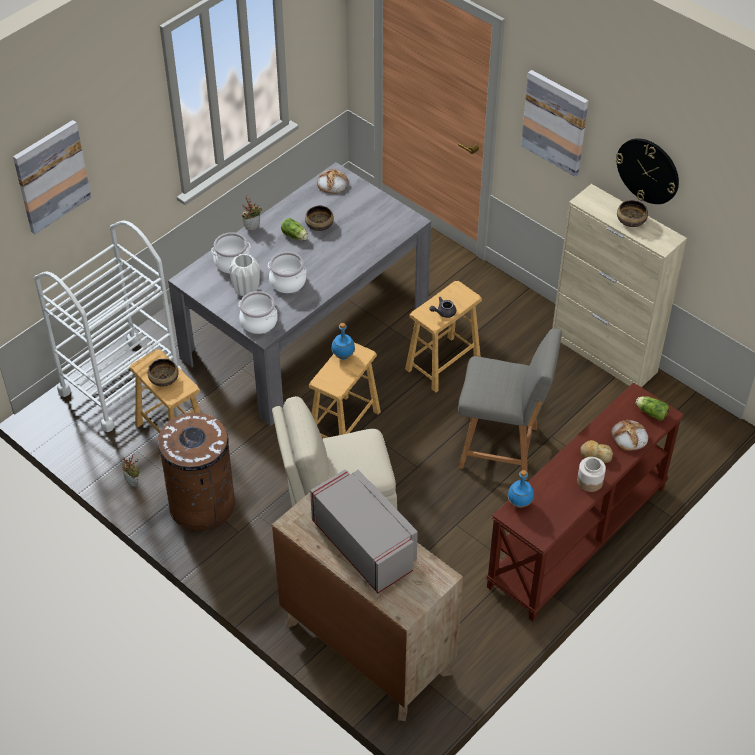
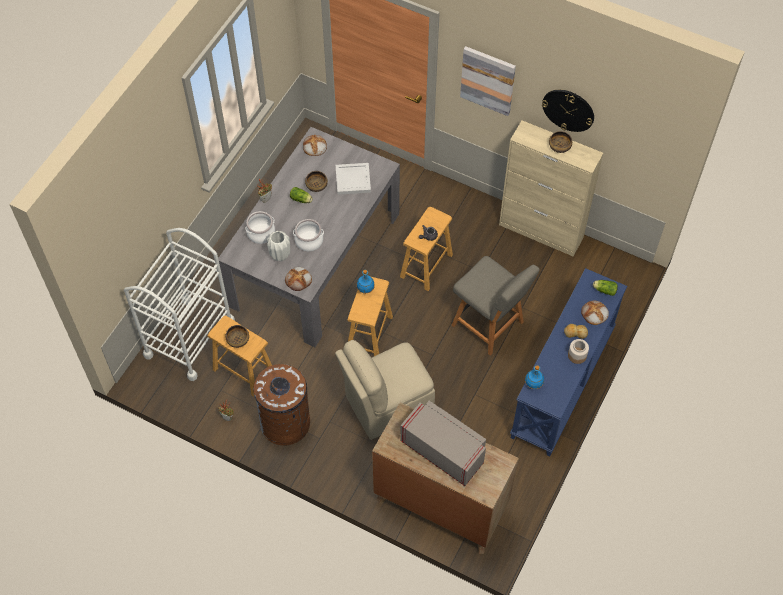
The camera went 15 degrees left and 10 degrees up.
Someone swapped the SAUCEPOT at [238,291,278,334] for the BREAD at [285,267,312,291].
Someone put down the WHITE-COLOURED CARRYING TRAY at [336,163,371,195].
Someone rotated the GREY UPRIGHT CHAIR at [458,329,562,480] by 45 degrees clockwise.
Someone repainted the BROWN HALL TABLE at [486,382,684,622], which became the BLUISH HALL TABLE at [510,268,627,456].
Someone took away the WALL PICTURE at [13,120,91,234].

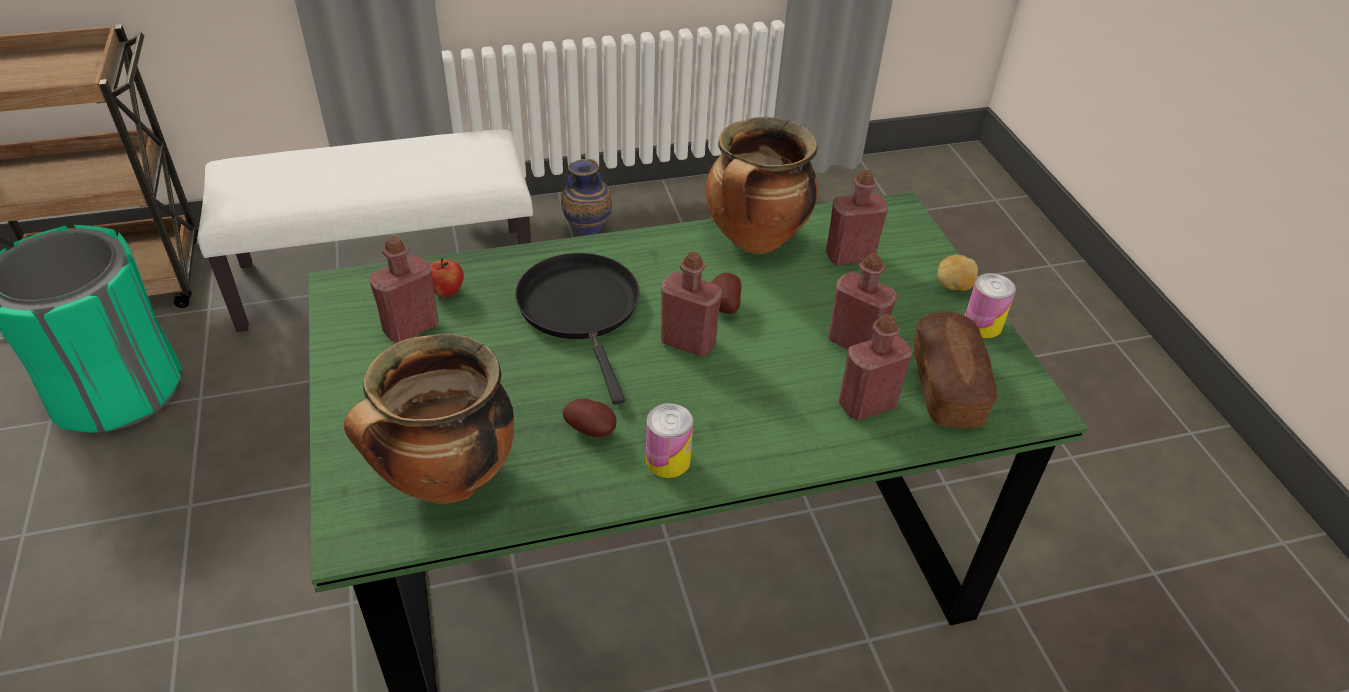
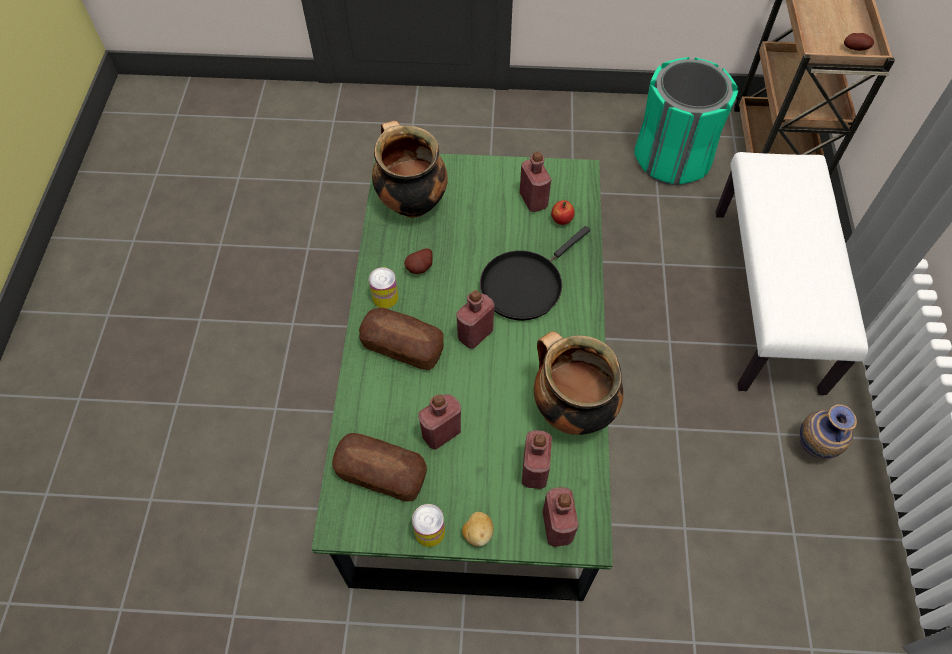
The camera went 110 degrees right and 15 degrees up.
Someone put down the BREAD at [359,308,444,370].
Someone rotated the BLACK-COLOURED FRYING PAN at [515,253,639,404] by 135 degrees clockwise.
Someone carried the REDDISH BEVERAGE BOTTLE from [839,314,912,421] to [543,487,579,547].
Someone carried the SPUD from [711,273,741,314] to [844,33,874,51].

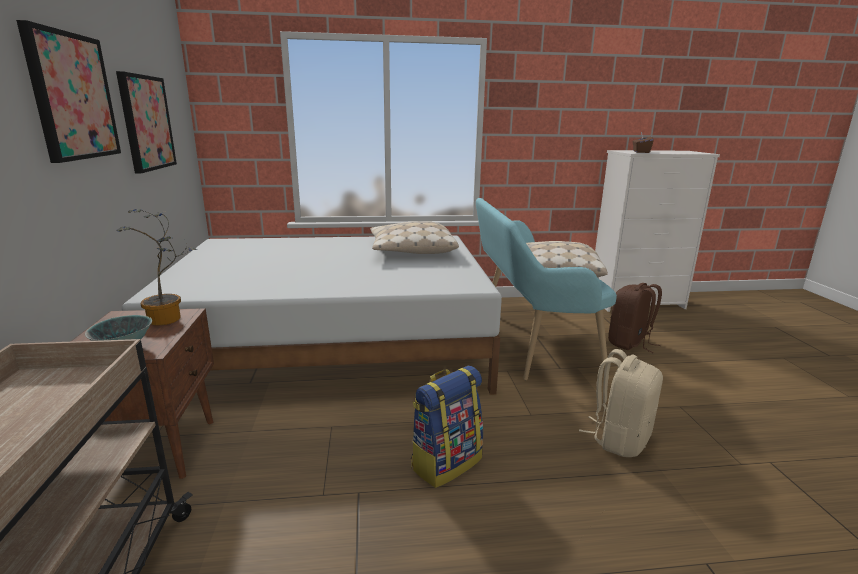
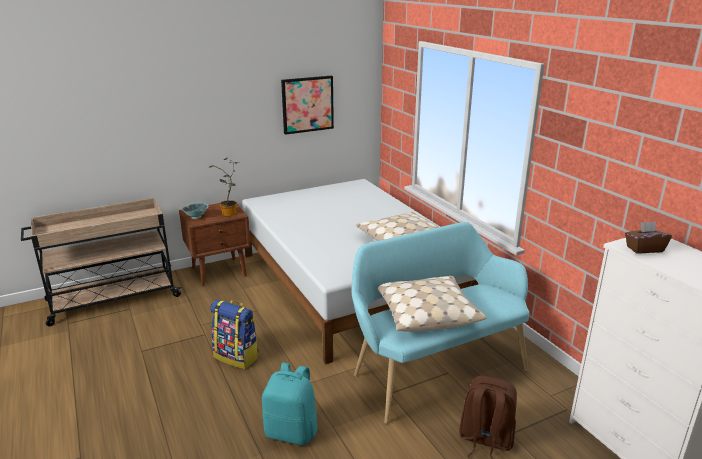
The camera went 70 degrees right and 5 degrees up.
Someone repainted the BEIGE RUCKSACK at [579,349,663,457], which became the TURQUOISE RUCKSACK at [262,363,317,445].
Someone took away the WALL PICTURE at [16,20,121,163].

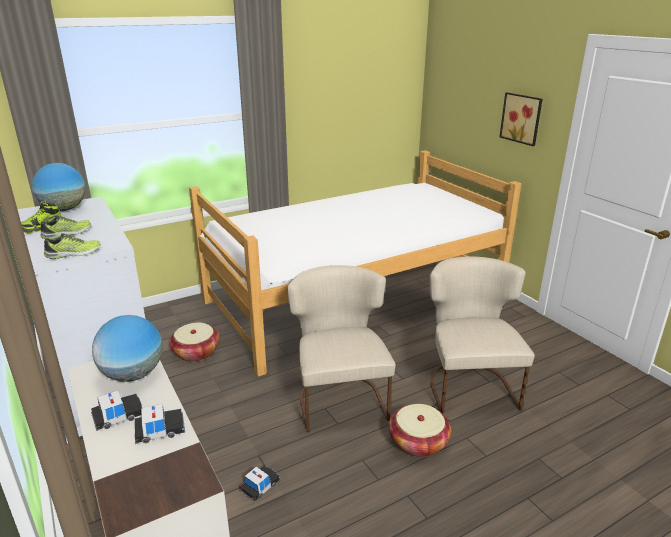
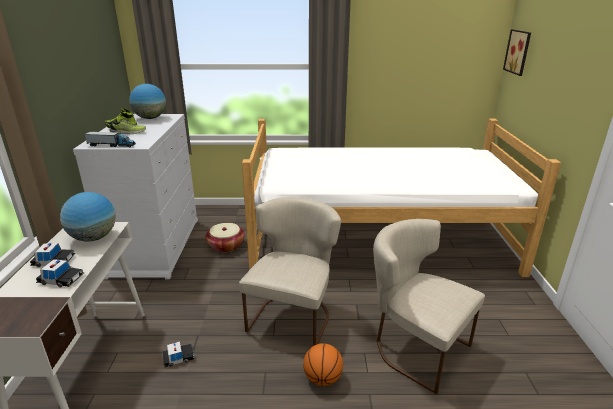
The camera went 30 degrees right and 0 degrees up.
Someone swapped the SHOE at [44,233,100,259] for the TOY TRUCK at [85,132,136,147].
Someone swapped the HOUSEHOLD BASKET at [389,404,451,457] for the BASKETBALL BALL at [303,343,343,386].
Someone rotated the BEIGE UPRIGHT CHAIR at [430,256,535,414] by 75 degrees counterclockwise.
Someone carried the WALL PICTURE from [500,92,542,146] to [503,29,531,76].

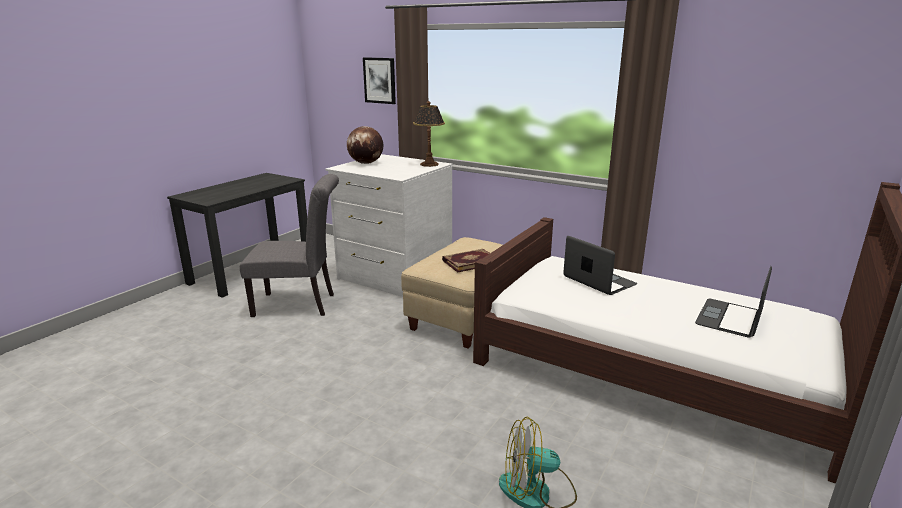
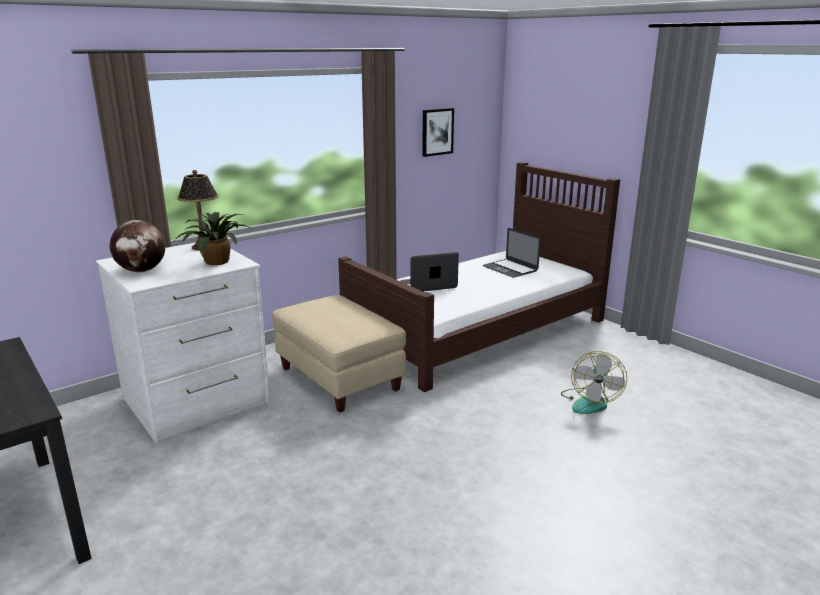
The camera went 70 degrees left and 0 degrees up.
Someone put down the POTTED PLANT at [173,212,251,265].
Someone carried the WALL PICTURE from [363,57,396,104] to [422,108,454,157].
Someone took away the GREY UPRIGHT CHAIR at [240,174,339,317].
Someone took away the VOLUME at [442,249,490,273].

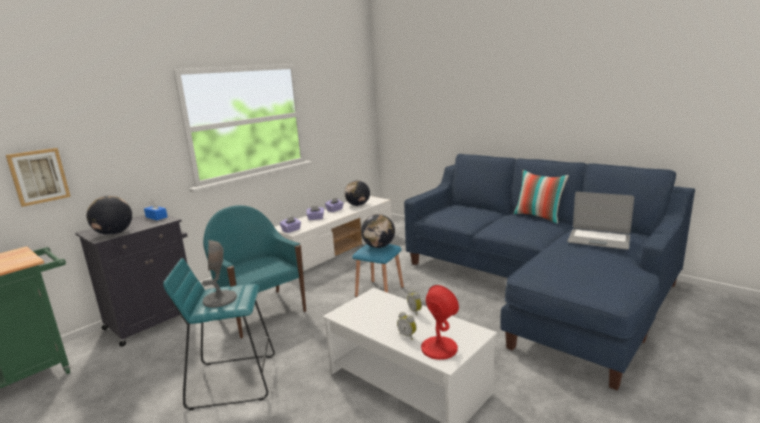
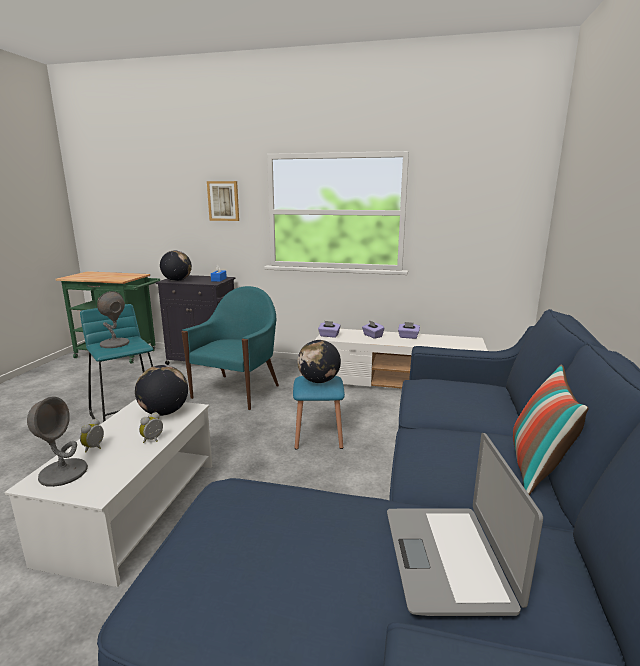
The camera went 60 degrees right and 0 degrees up.
Someone repainted the REDDISH TABLETOP LAMP at [421,285,459,360], which became the GREY TABLETOP LAMP at [27,396,88,487].
Someone carried the GLOBE from [344,180,370,206] to [135,365,188,416].
Someone carried the WALL PICTURE from [6,148,71,207] to [207,181,239,221].

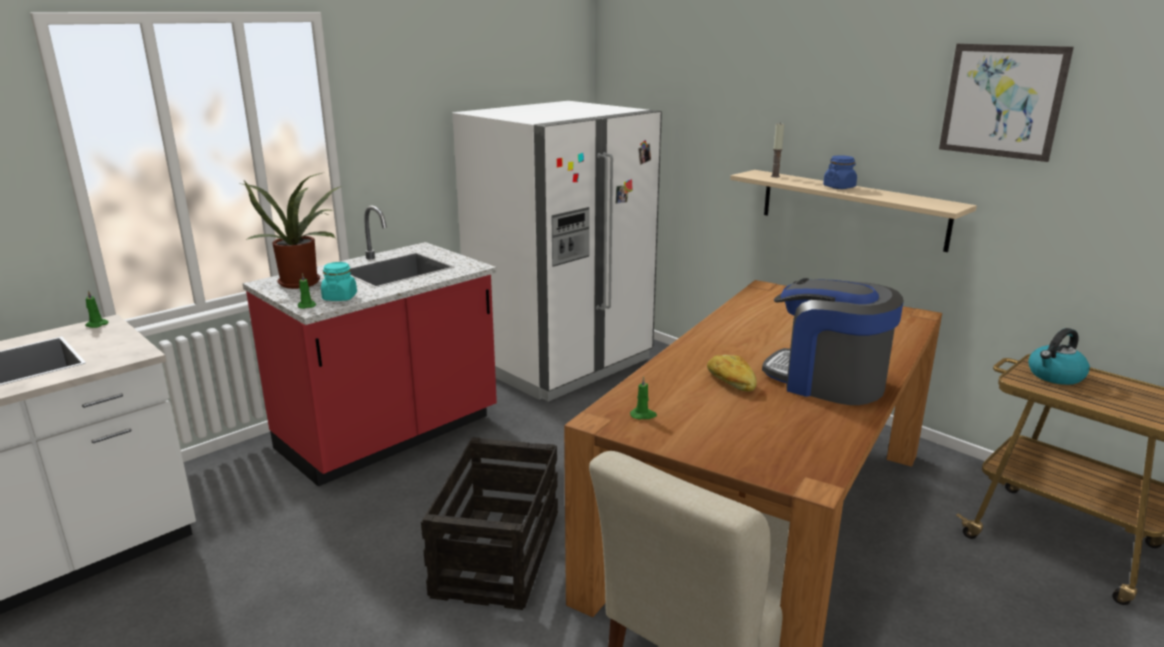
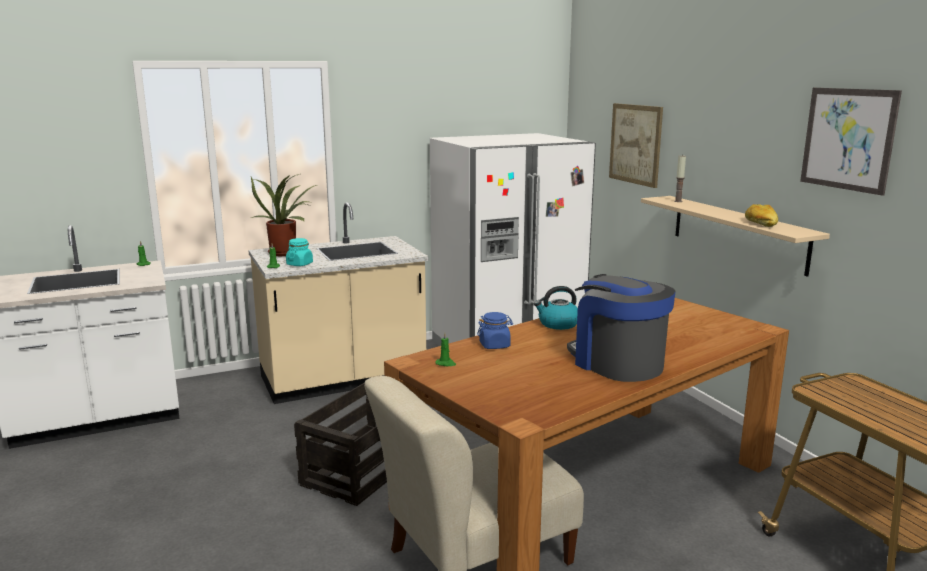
The camera went 20 degrees right and 5 degrees down.
Someone repainted the REDDISH COUNTER at [243,205,497,487], which became the BEIGE COUNTER at [248,202,428,404].
Someone carried the BLUISH JAR from [823,155,857,189] to [477,312,513,349].
Someone carried the TEA KETTLE from [1028,328,1090,385] to [534,286,578,330].
Someone put up the WALL PICTURE at [609,103,663,188].
Someone carried the BREAD from [707,355,757,392] to [745,204,778,227].

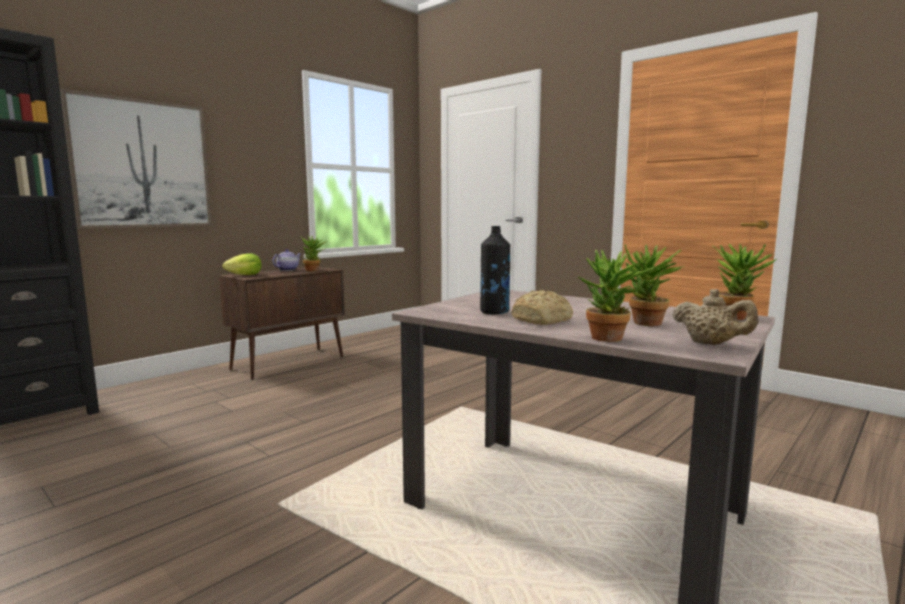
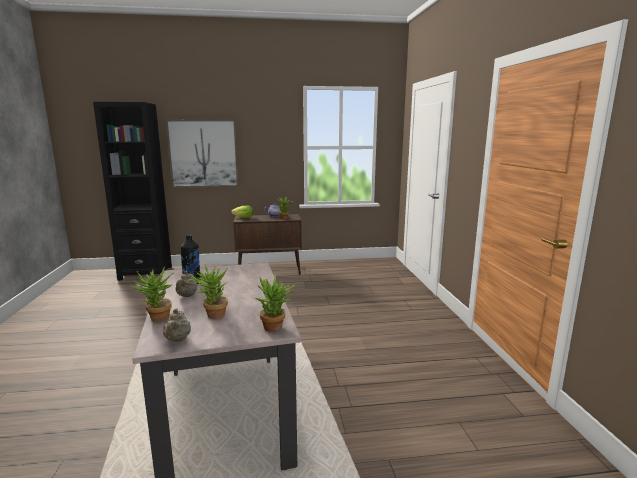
The camera went 40 degrees right and 5 degrees up.
Someone swapped the BREAD at [511,290,573,325] for the BEIGE TEAPOT at [175,271,197,297].

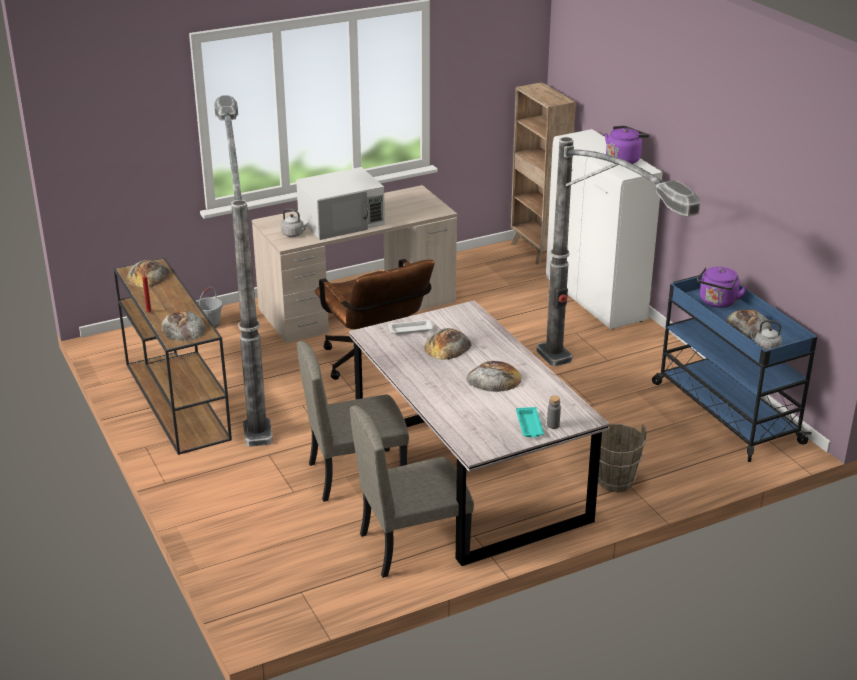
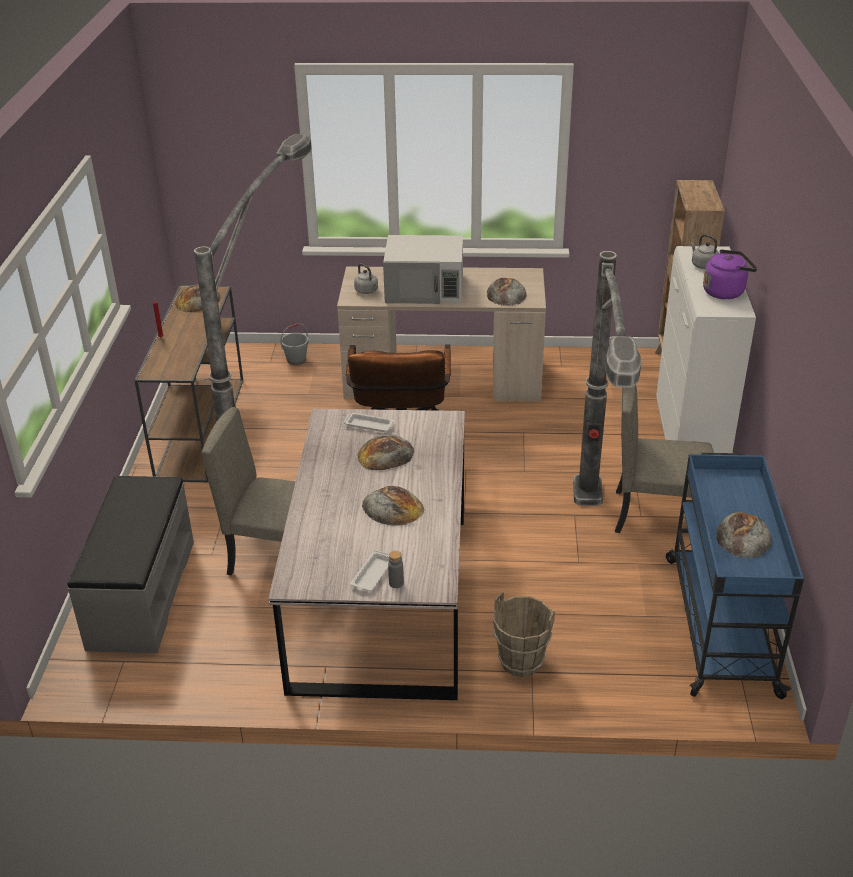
The camera went 30 degrees right and 5 degrees up.
Someone put down the GREY LONG SEAT at [67,476,194,653].
Someone repainted the TURQUOISE CARRYING TRAY at [516,407,544,438], which became the WHITE-COLOURED CARRYING TRAY at [350,550,389,591].
Someone carried the BREAD from [161,310,206,341] to [487,278,526,306].
Someone carried the BEIGE UPRIGHT CHAIR from [350,406,474,578] to [615,385,714,533].
Someone carried the GREY TEA KETTLE from [748,320,782,350] to [690,234,719,269].
Someone took away the PURPLISH TEA KETTLE at [697,267,747,308].

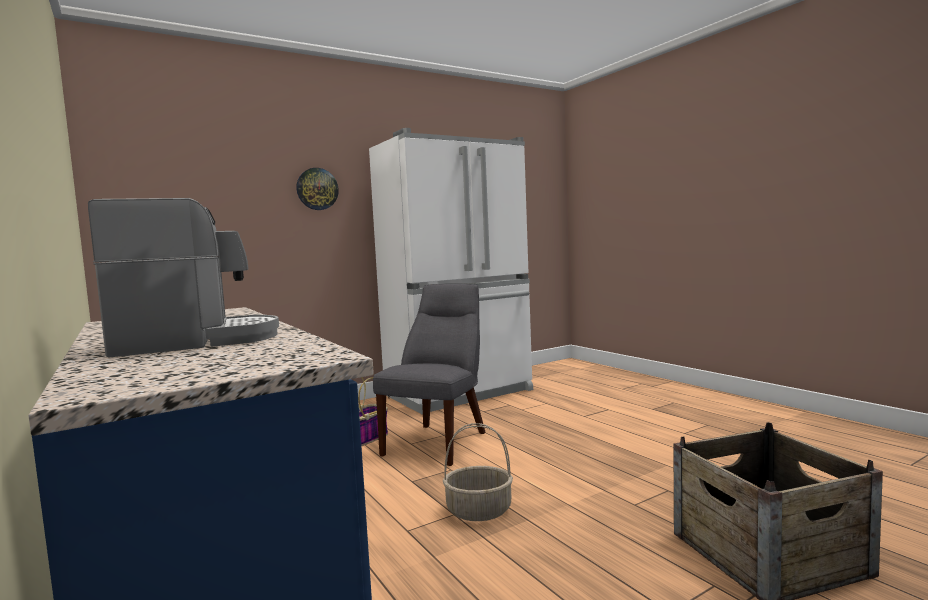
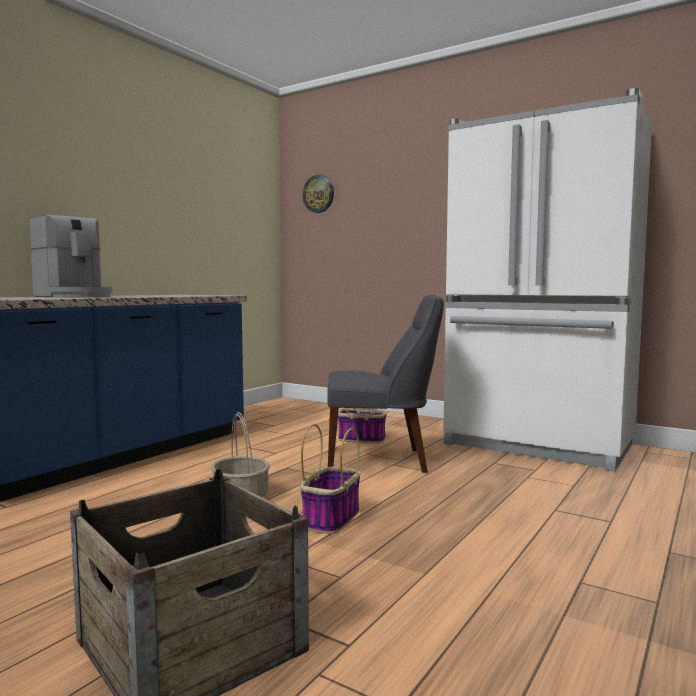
The camera went 65 degrees right and 0 degrees up.
Someone put down the HOUSEHOLD BASKET at [300,424,360,534].
Someone carried the HANGING CLOCK from [296,168,339,210] to [303,175,334,213].

